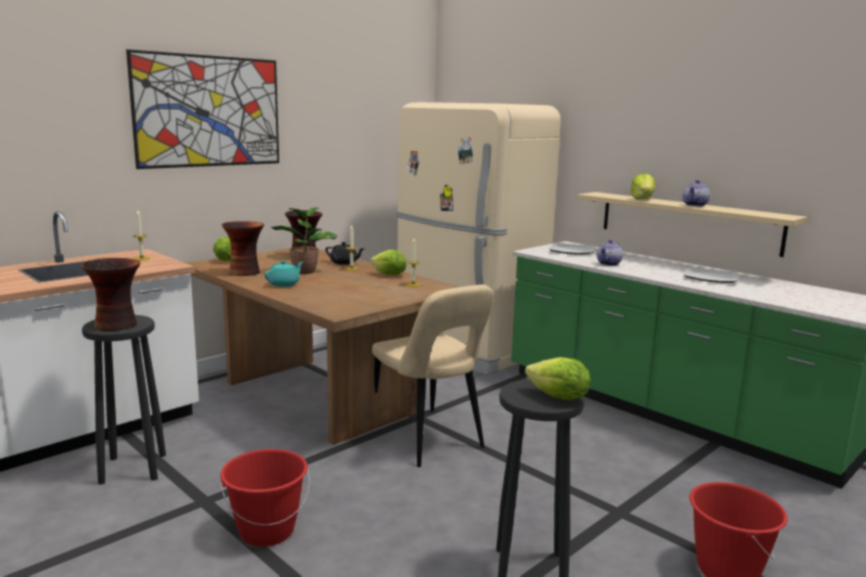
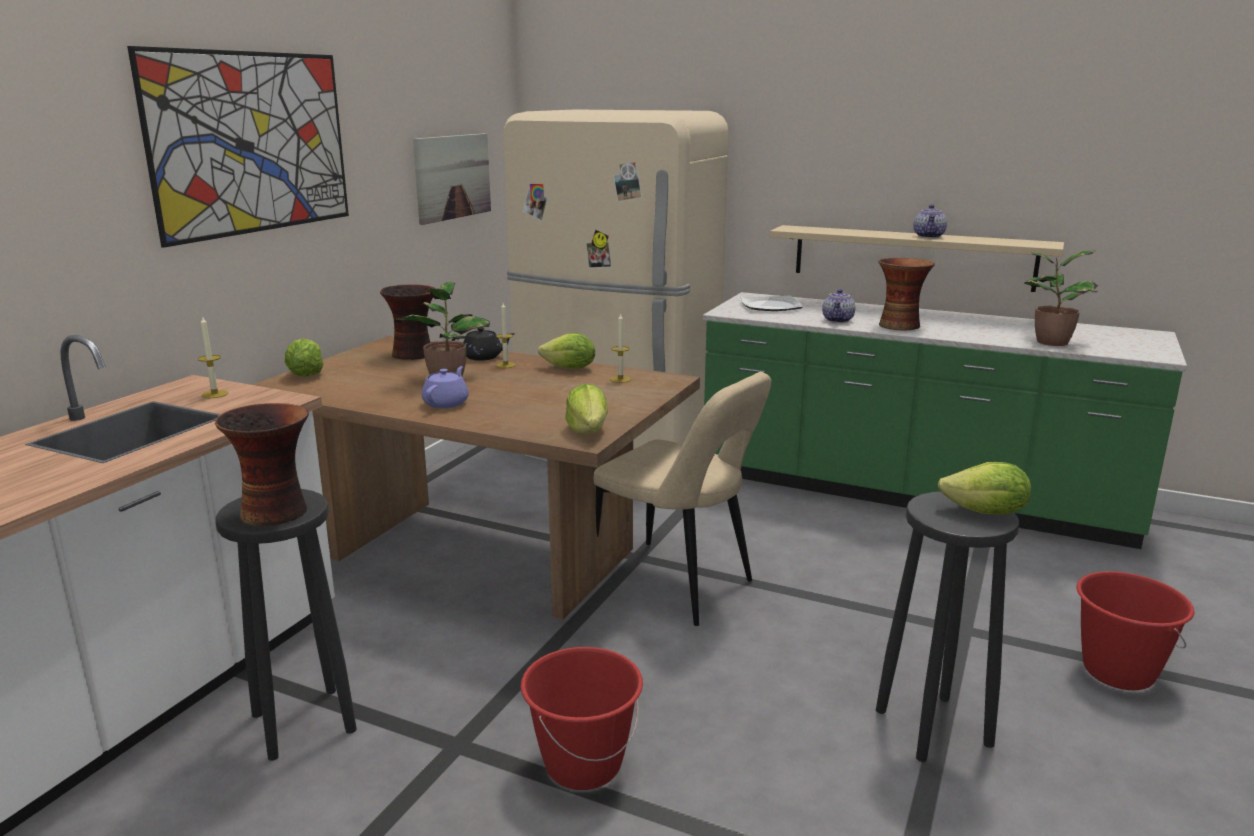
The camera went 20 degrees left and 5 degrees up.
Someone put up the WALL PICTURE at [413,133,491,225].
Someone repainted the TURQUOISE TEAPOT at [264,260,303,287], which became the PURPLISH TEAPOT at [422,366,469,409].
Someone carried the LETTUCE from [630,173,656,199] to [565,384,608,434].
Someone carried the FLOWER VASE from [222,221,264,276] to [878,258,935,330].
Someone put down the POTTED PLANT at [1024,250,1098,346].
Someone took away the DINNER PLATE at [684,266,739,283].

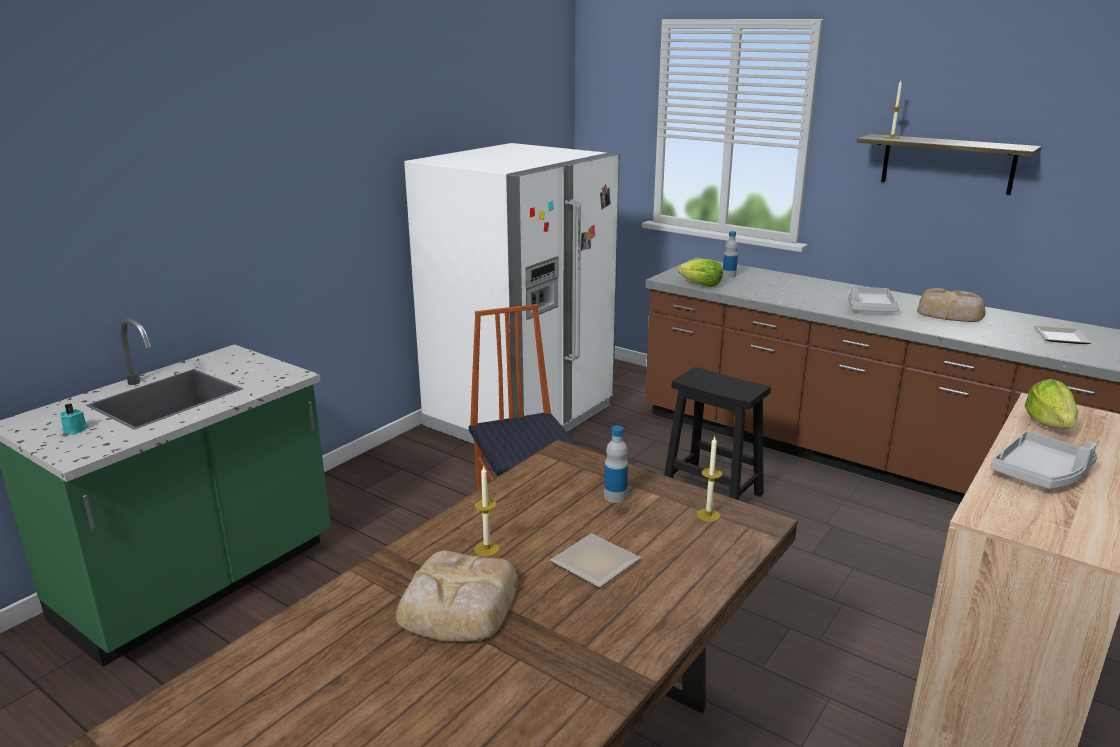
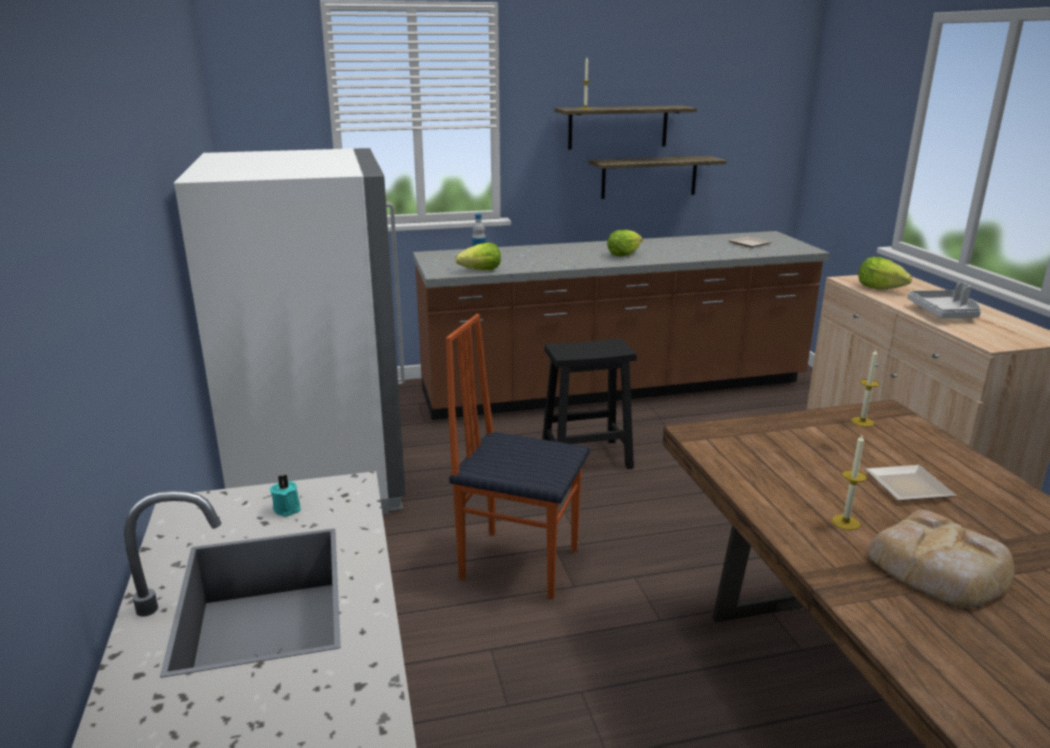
The camera went 50 degrees left and 0 degrees up.
Someone carried the TURQUOISE CANDLE from [60,403,89,435] to [270,475,301,517].
Someone put up the WALL SHELF at [589,156,727,199].
Someone swapped the GREY CARRYING TRAY at [848,286,899,312] for the LETTUCE at [607,230,642,257].
Someone took away the BEVERAGE BOTTLE at [604,426,628,503].
Someone took away the BREAD at [917,288,986,322].

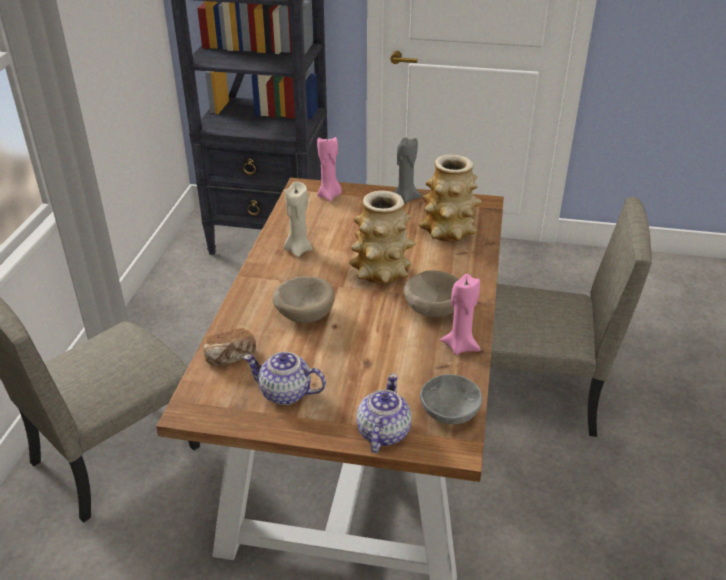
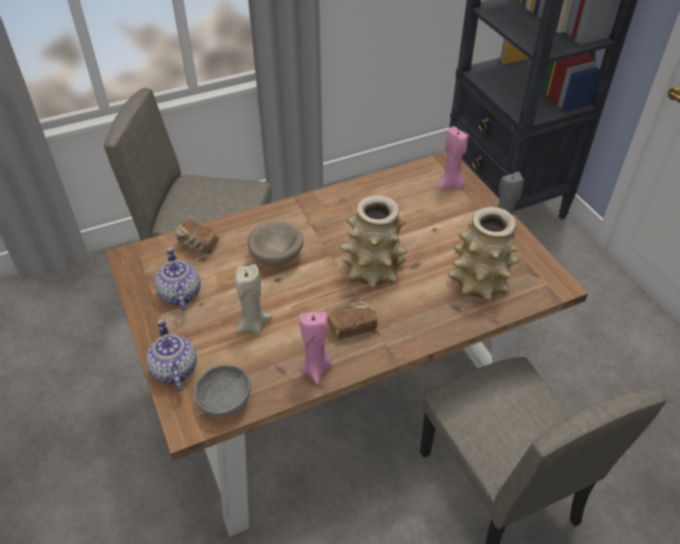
The camera went 55 degrees right and 10 degrees up.
Someone rotated the TEAPOT at [356,374,412,453] by 90 degrees counterclockwise.
Someone carried the BEIGE CANDLE from [284,182,312,257] to [235,264,272,335].
Someone swapped the BEIGE DEEP DISH at [404,270,459,317] for the BREAD at [327,301,377,339].

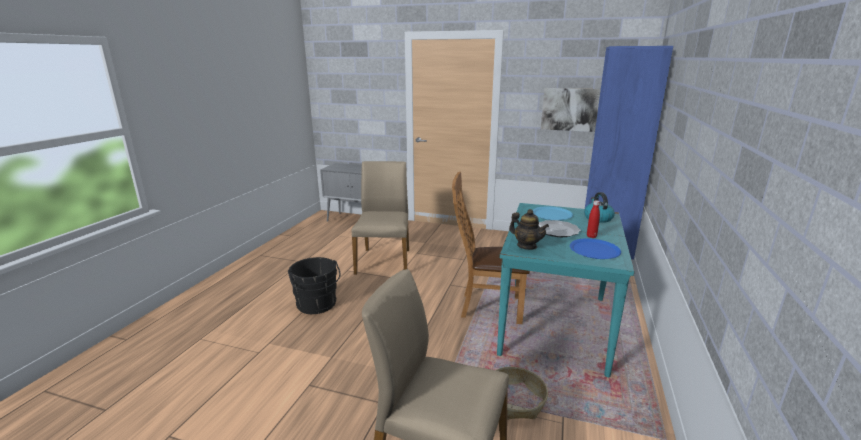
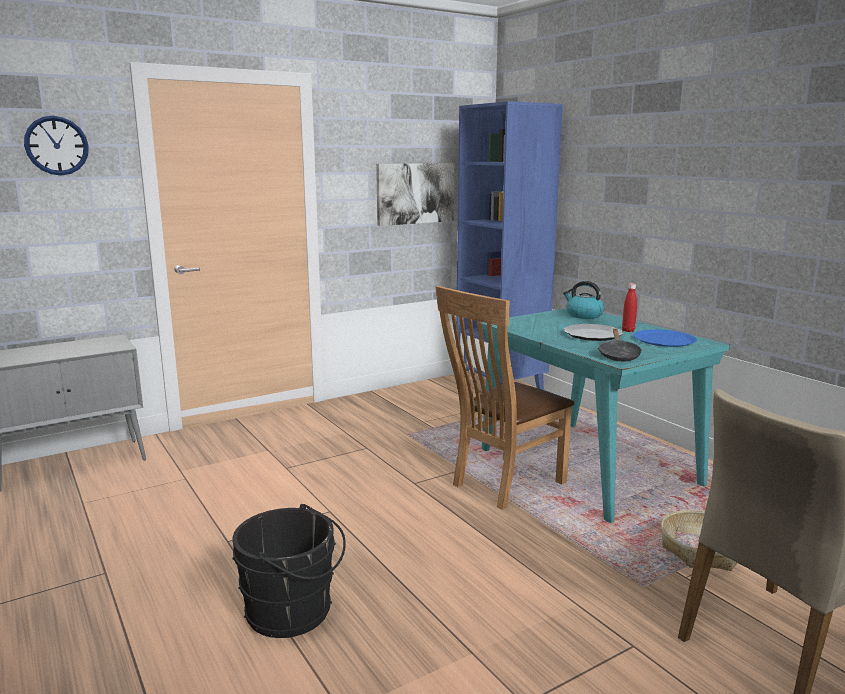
The camera went 50 degrees left and 5 degrees down.
Someone put up the HANGING CLOCK at [24,116,89,176].
Someone swapped the TEAPOT at [509,209,549,250] for the BLACK-COLOURED FRYING PAN at [598,329,642,361].
Someone took away the BEIGE UPRIGHT CHAIR at [352,161,409,275].
Someone took away the BLUISH DINNER PLATE at [533,206,573,221].

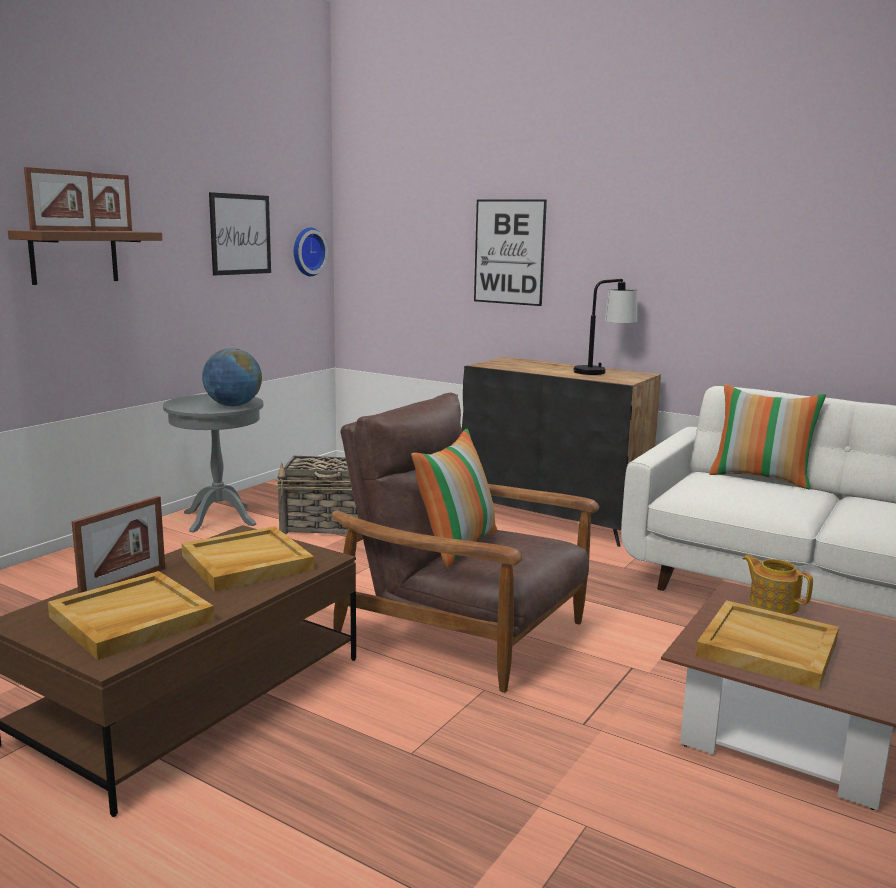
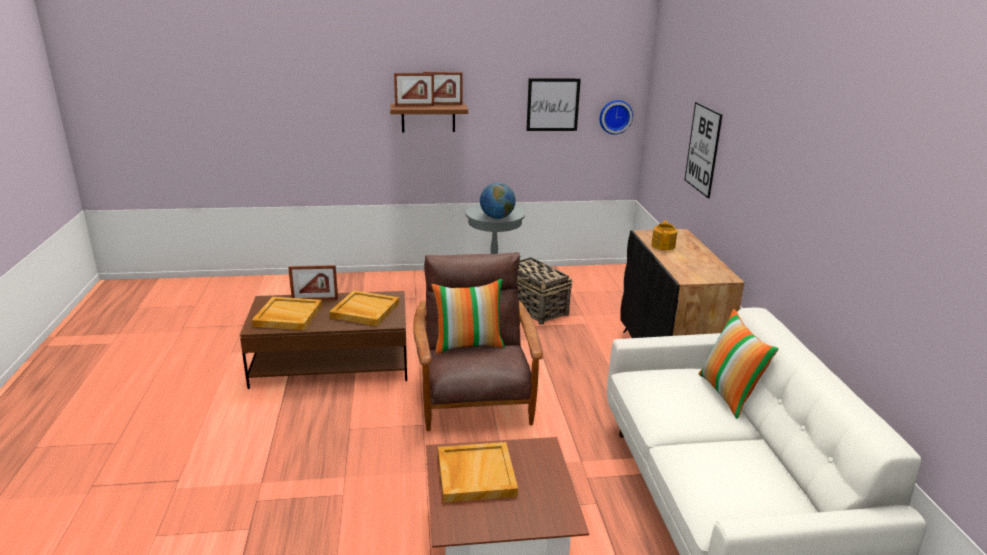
The camera went 50 degrees right and 10 degrees up.
Someone carried the TEAPOT from [743,555,813,615] to [651,221,677,250].
Someone took away the TABLETOP LAMP at [573,279,637,375].

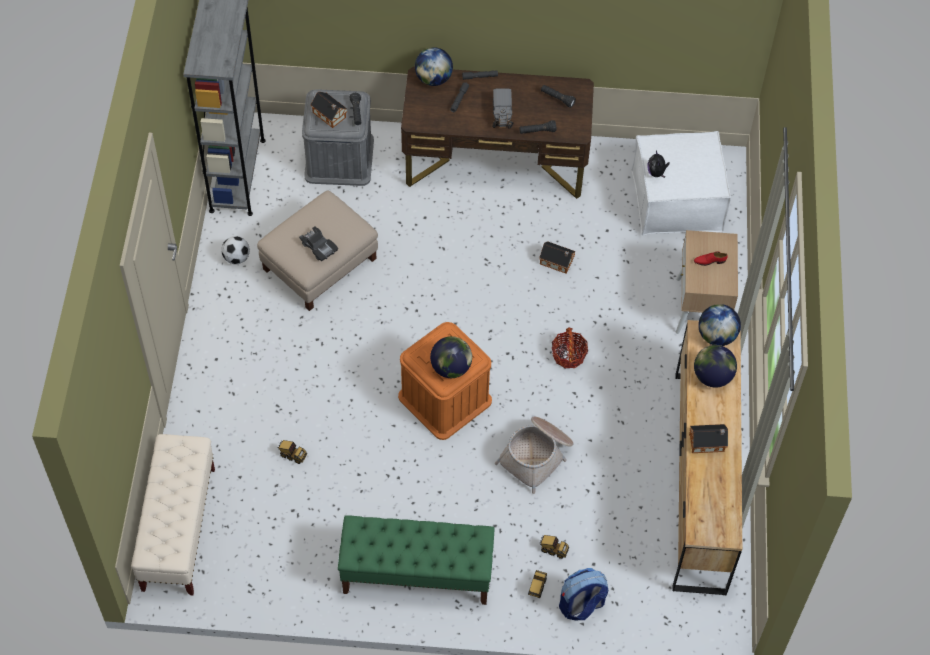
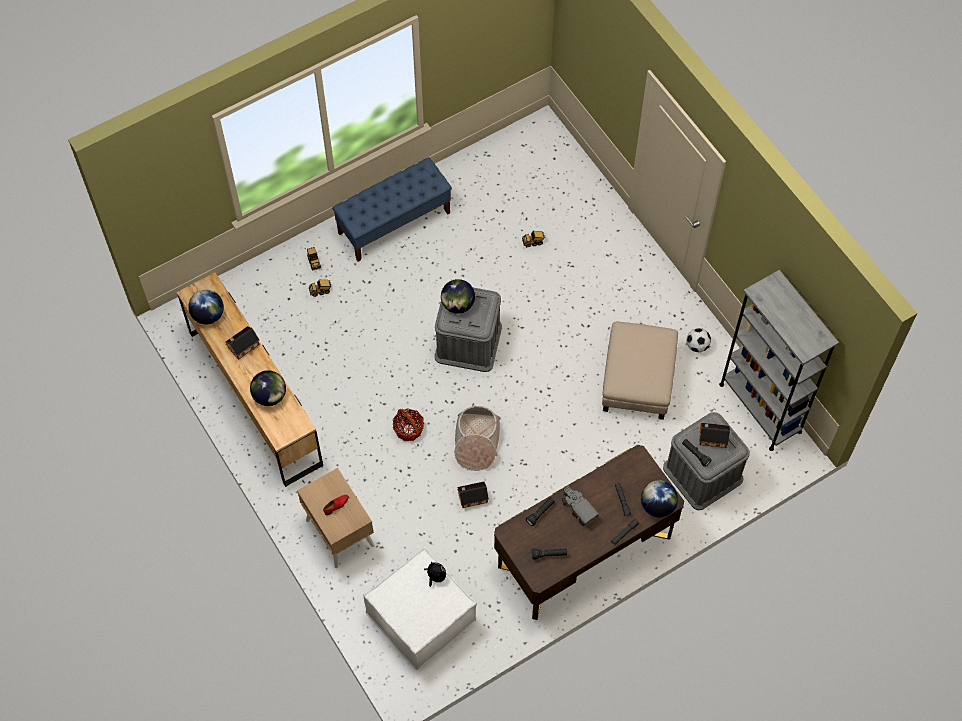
The camera went 145 degrees right and 5 degrees up.
Someone carried the GLOBE from [698,304,741,346] to [188,290,224,324].
Someone repainted the GREEN-COLOURED LONG SEAT at [338,515,495,605], which became the BLUISH LONG SEAT at [332,157,452,262].
Someone repainted the ORANGEY STORAGE CONTAINER at [398,322,492,440], which became the GREY STORAGE CONTAINER at [435,288,502,372].
Someone carried the HOUSEHOLD BASKET from [495,416,573,494] to [454,406,501,471].
Someone took away the BEIGE LONG SEAT at [131,434,215,595].
Someone took away the BLACK-COLOURED TOY CAR at [299,226,338,261].
Someone took away the RUCKSACK at [559,568,608,620].

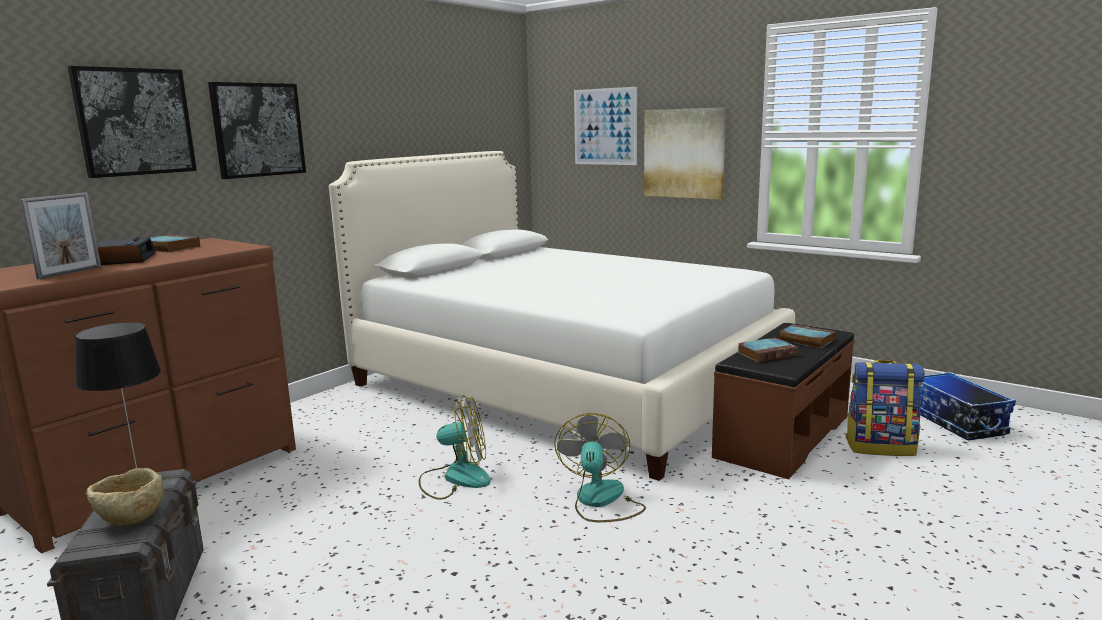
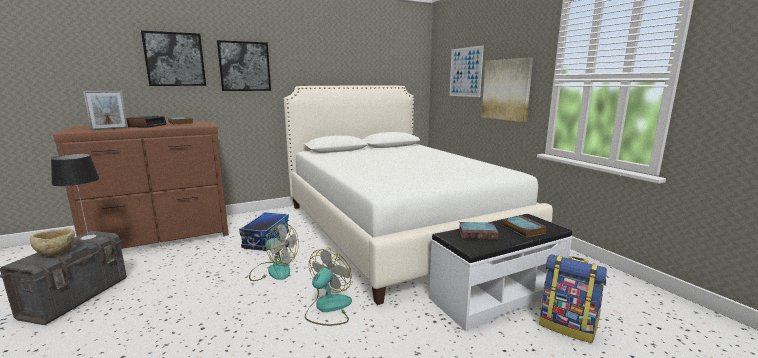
The camera went 25 degrees right and 0 degrees up.
Someone carried the STORAGE CONTAINER from [919,372,1016,440] to [239,212,289,251].
Someone repainted the BROWN LONG SEAT at [712,323,855,479], which became the WHITE-COLOURED LONG SEAT at [429,214,573,331].

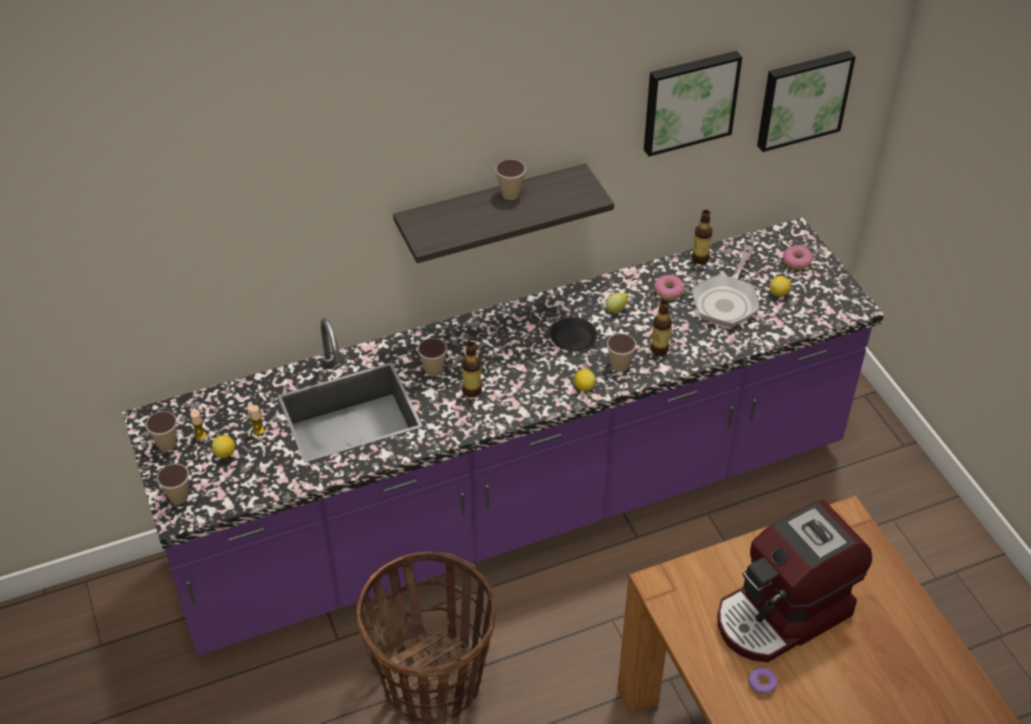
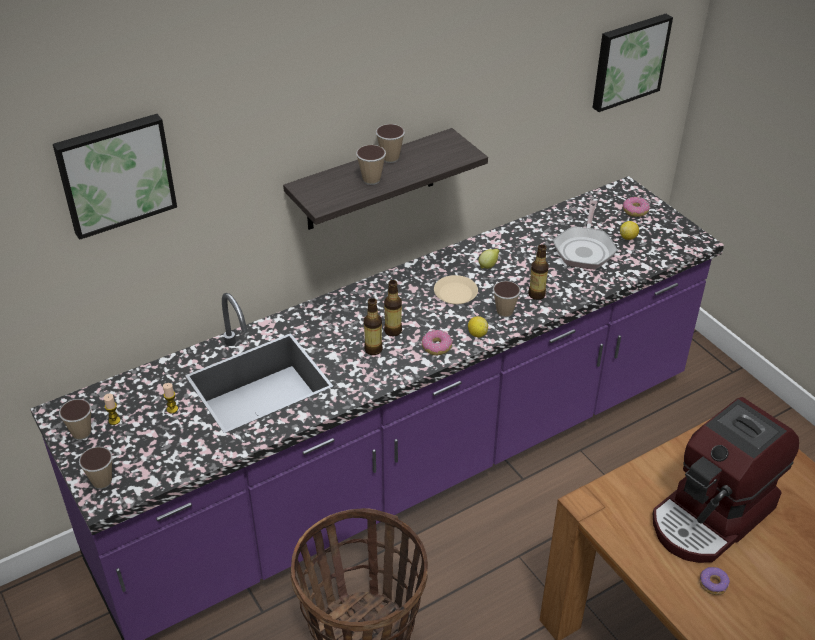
The camera went 10 degrees left and 5 degrees down.
Someone carried the WALL PICTURE from [644,51,742,157] to [53,114,177,240].
Someone carried the SMALL CUP from [418,338,447,377] to [356,145,386,185].
Someone carried the BEVERAGE BOTTLE from [692,210,712,264] to [384,280,402,336].
Someone carried the DOUGHNUT from [654,275,685,300] to [422,330,453,355].
Someone repainted the BLACK-COLOURED DINNER PLATE at [550,317,597,351], which became the BEIGE DINNER PLATE at [434,275,478,305].
Someone took away the LEMON at [212,435,235,458].

